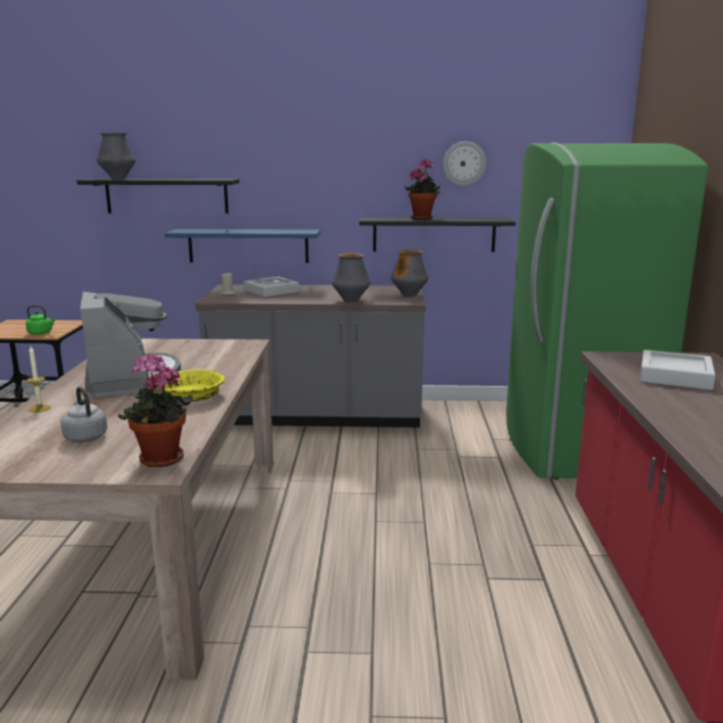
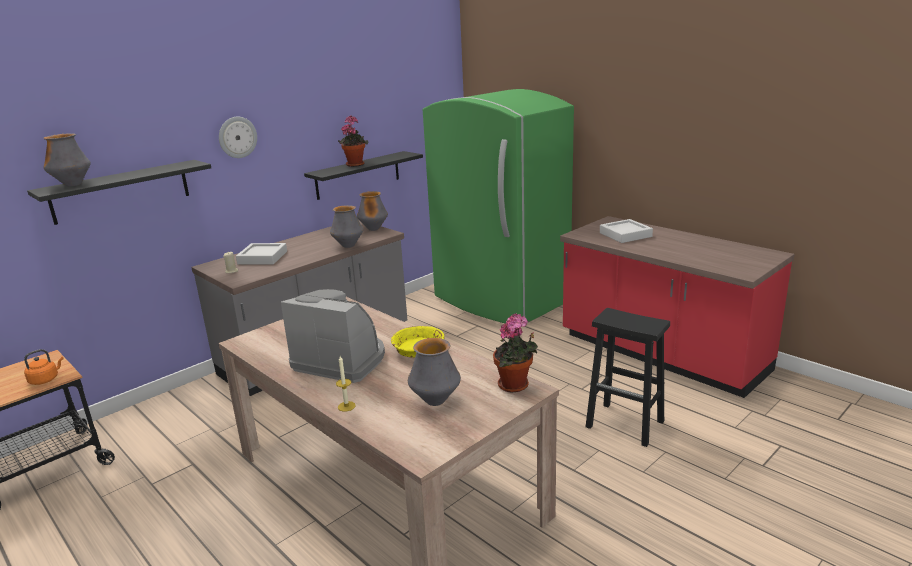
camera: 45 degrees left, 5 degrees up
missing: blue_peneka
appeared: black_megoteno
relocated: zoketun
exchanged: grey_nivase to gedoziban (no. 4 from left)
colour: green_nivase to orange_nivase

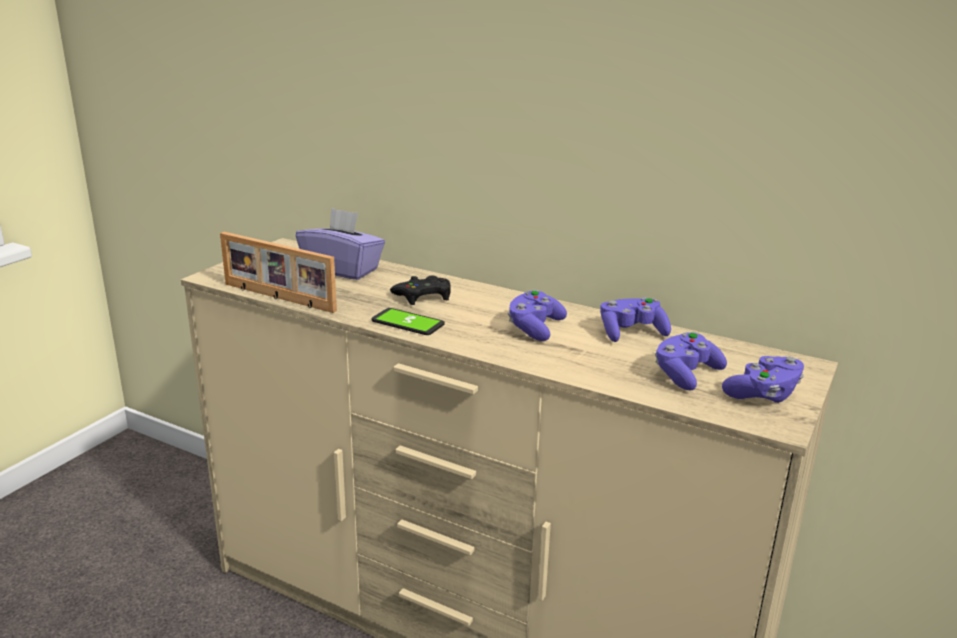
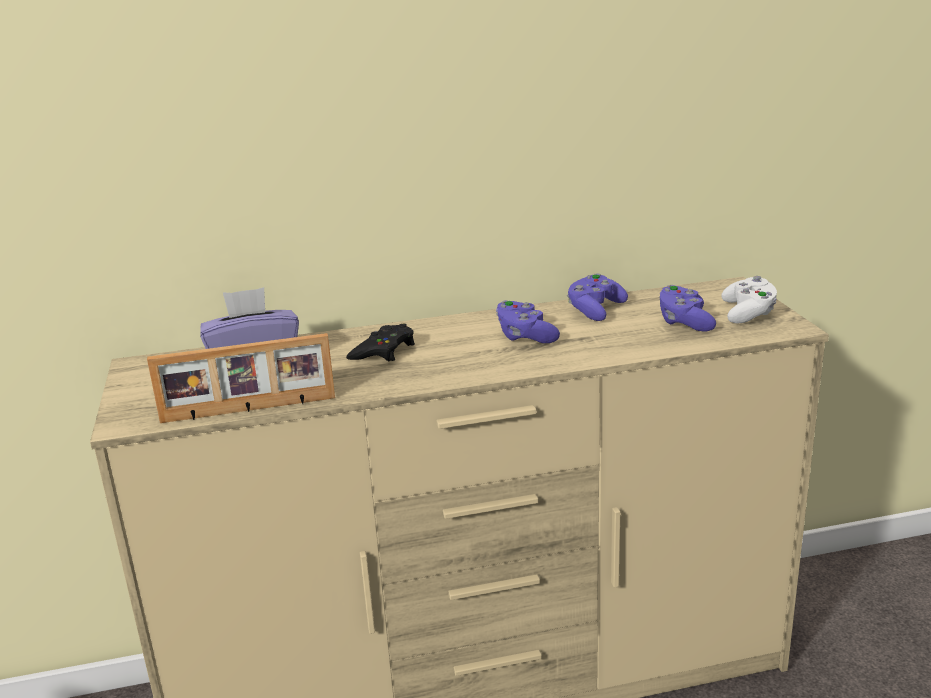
camera: 40 degrees left, 0 degrees up
missing: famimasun
colour: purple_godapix (no. 4 from left) to white_godapix

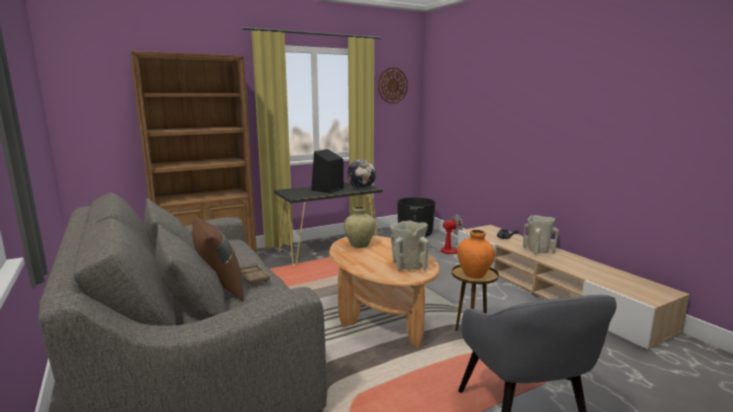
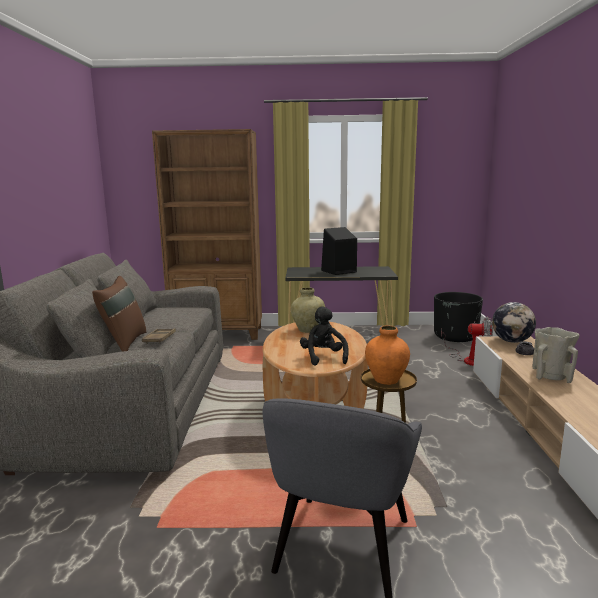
camera: 30 degrees right, 0 degrees up
missing: zoketun
relocated: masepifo
exchanged: beige_gedoziban (no. 2 from left) to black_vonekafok

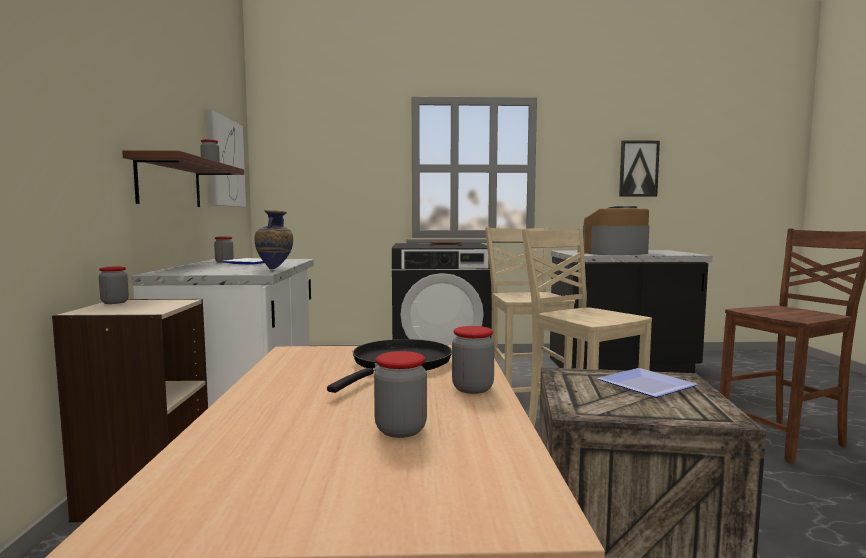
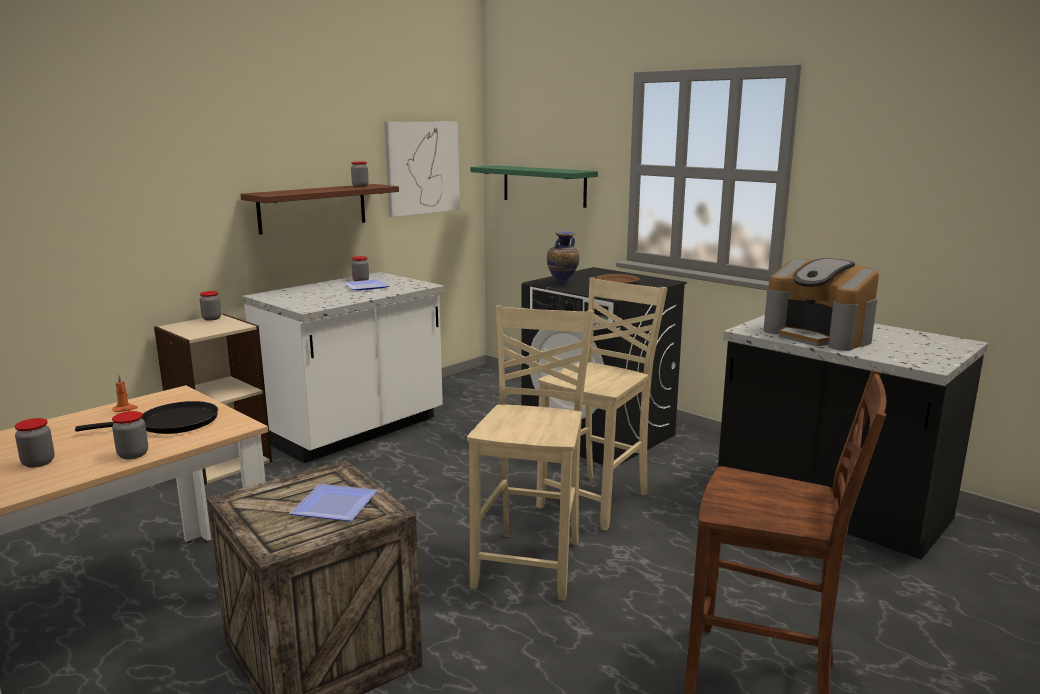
camera: 45 degrees right, 10 degrees up
missing: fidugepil (no. 2 from left)
appeared: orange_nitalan; green_peneka
relocated: gedoziban
spun: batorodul 150 degrees counterclockwise

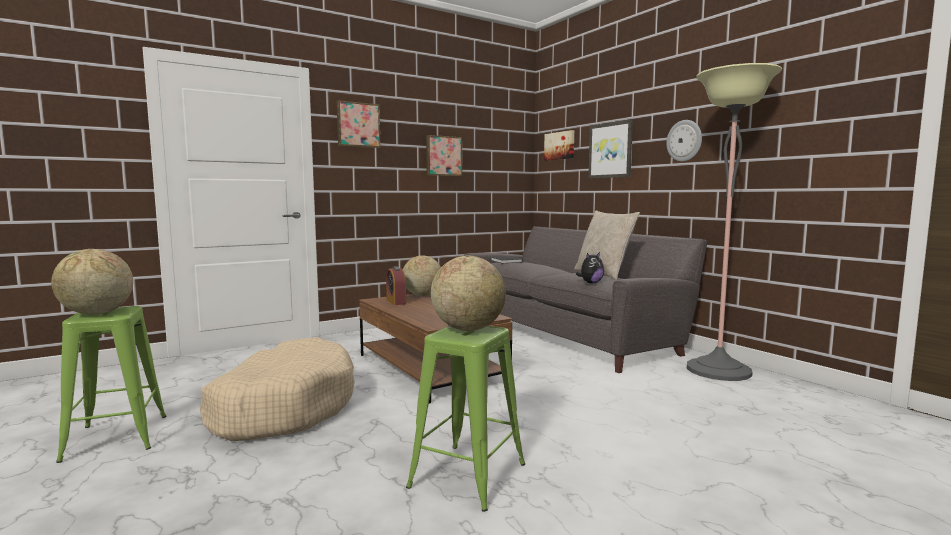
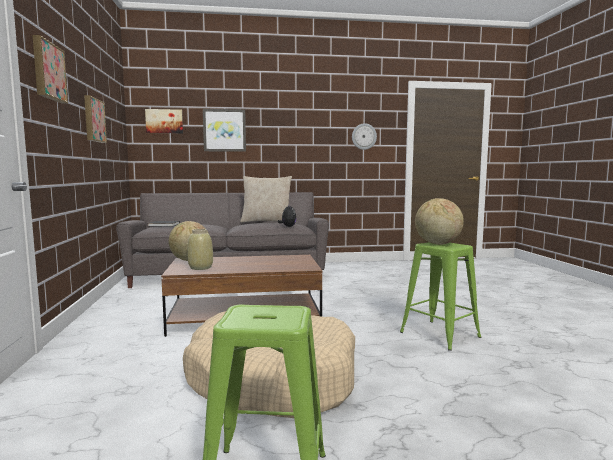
camera: 65 degrees left, 0 degrees up
missing: masepifo (no. 1 from left); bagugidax
relocated: zoketun
exchanged: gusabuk to beige_gedoziban

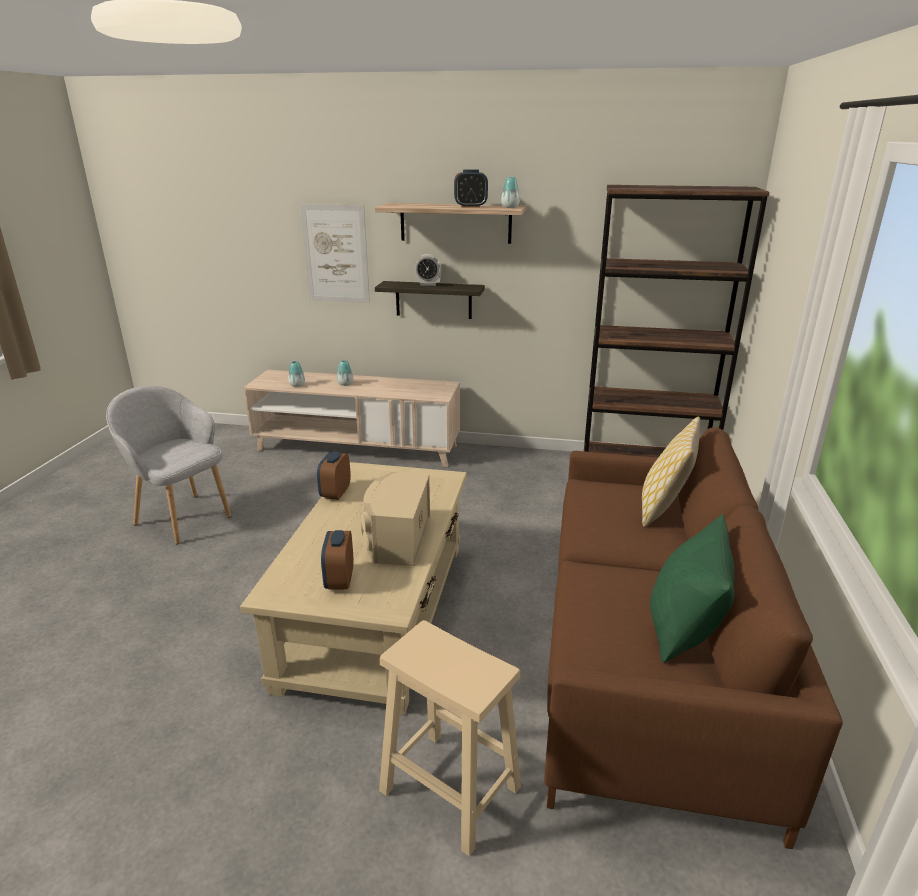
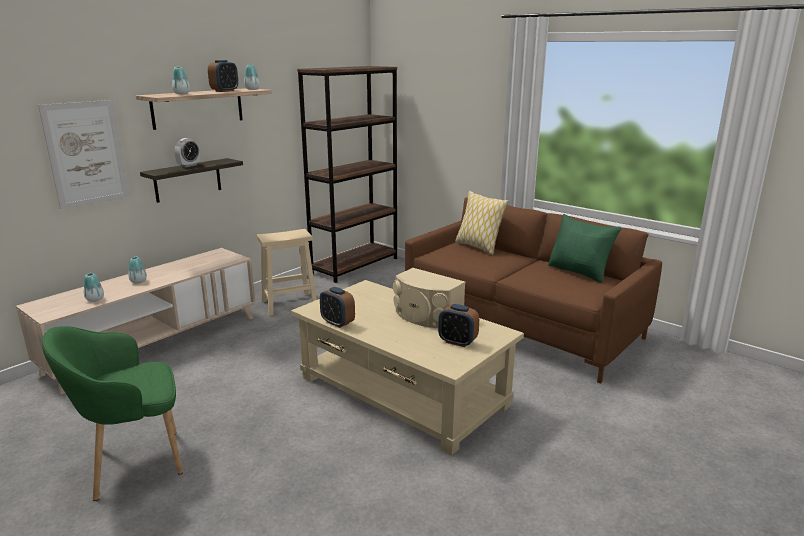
camera: 60 degrees left, 5 degrees down
appeared: gedoziban (no. 3 from left)
relocated: beige_megoteno
colour: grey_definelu to green_definelu

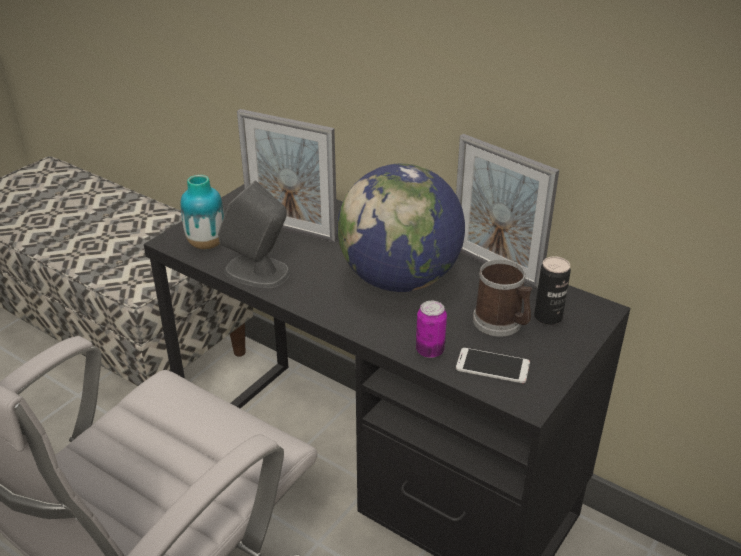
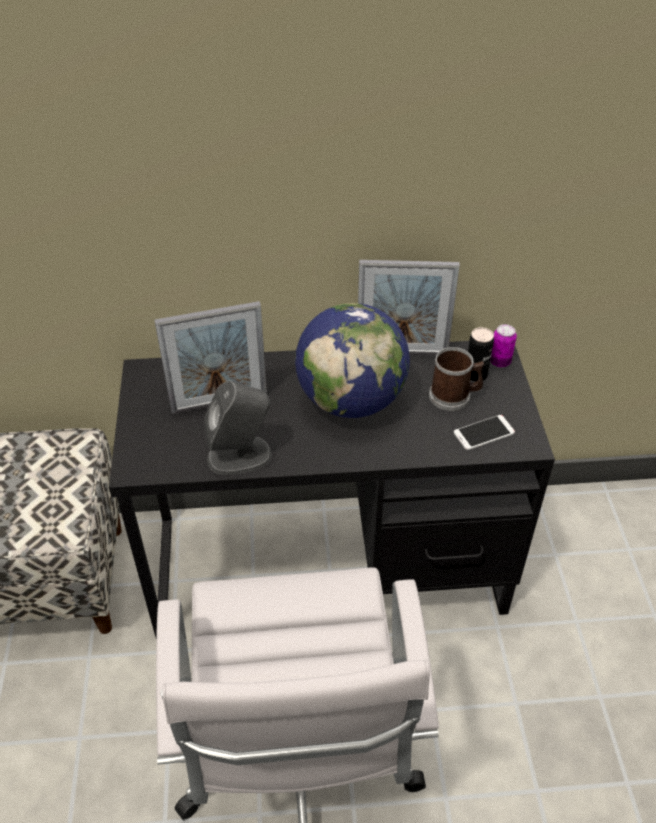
camera: 40 degrees left, 10 degrees up
missing: gedoziban
relocated: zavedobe (no. 1 from left in the first image) to zavedobe (no. 2 from left)

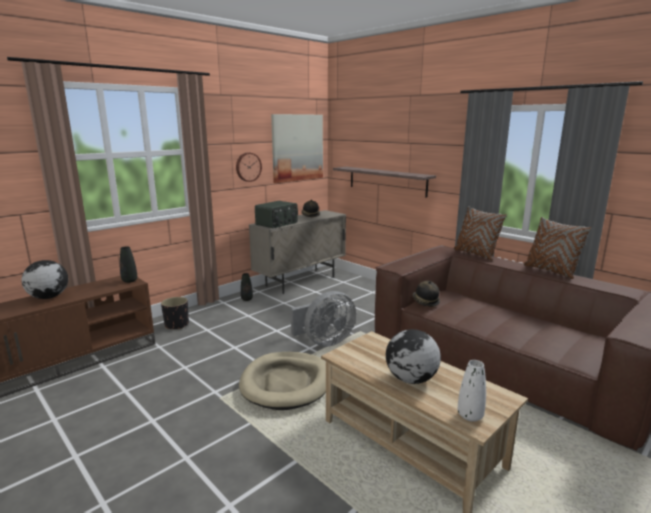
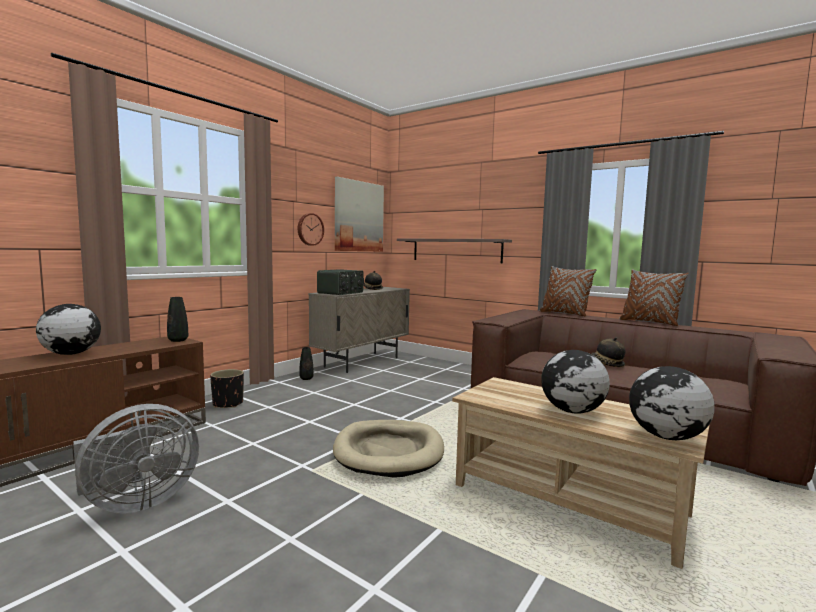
camera: 10 degrees left, 10 degrees down
relocated: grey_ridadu; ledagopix (no. 2 from left)
exchanged: white_gedoziban to masepifo (no. 3 from left)

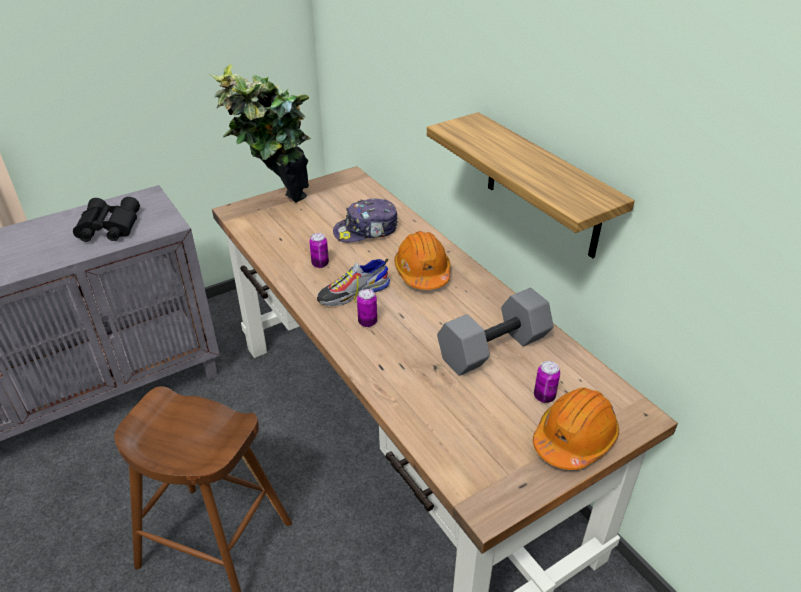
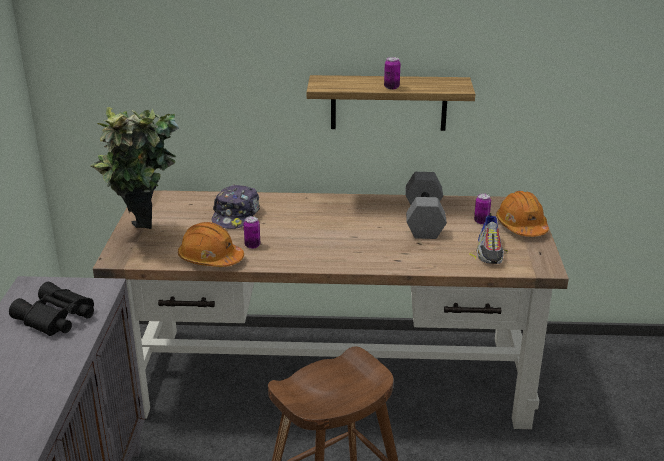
camera: 55 degrees left, 10 degrees down
relocated: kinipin; zavedobe (no. 2 from left); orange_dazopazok (no. 1 from left)

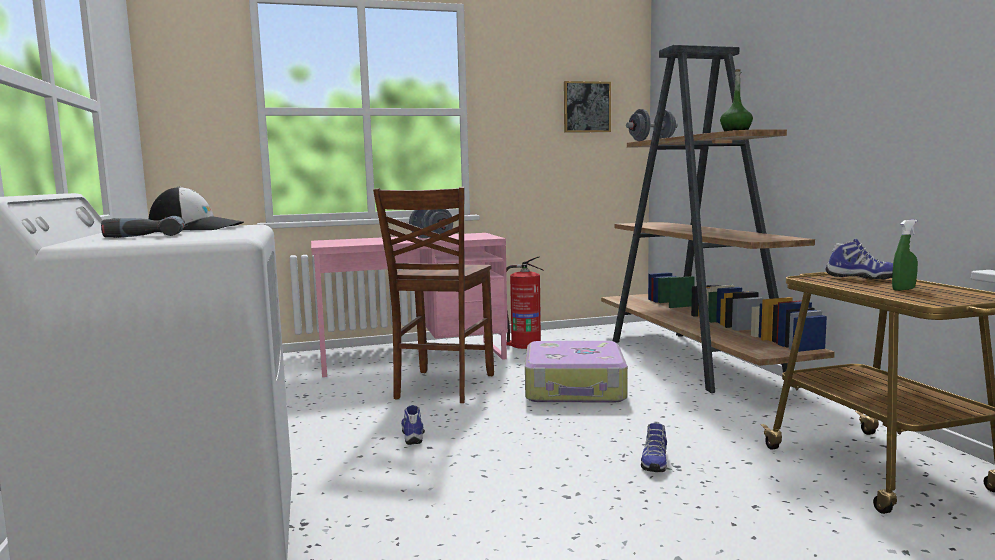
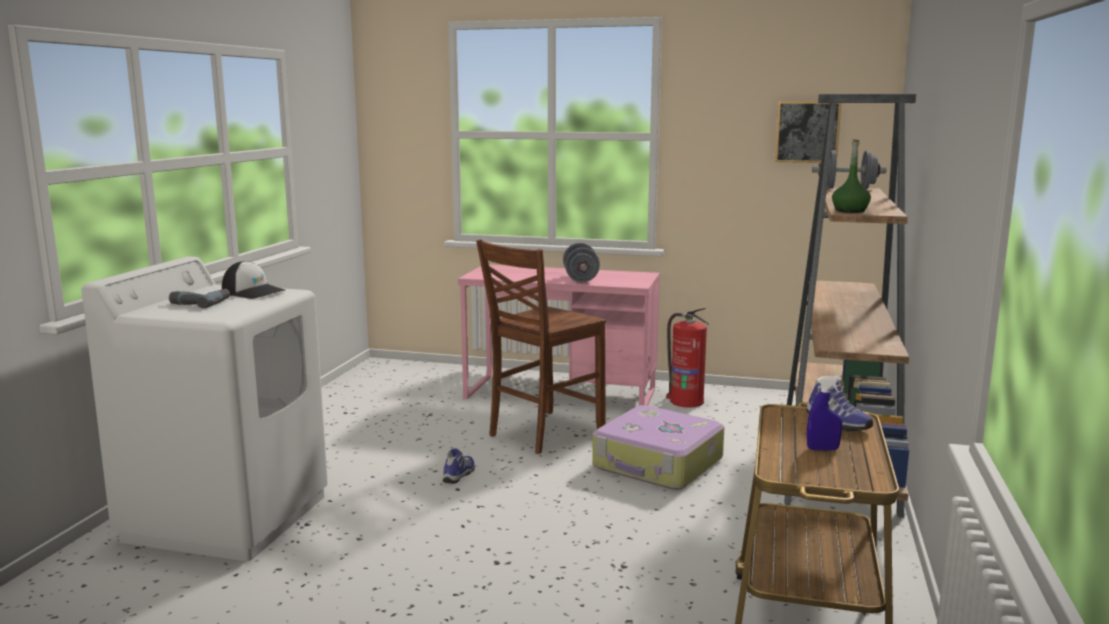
camera: 30 degrees right, 5 degrees up
missing: kinipin (no. 2 from left)
colour: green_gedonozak to blue_gedonozak

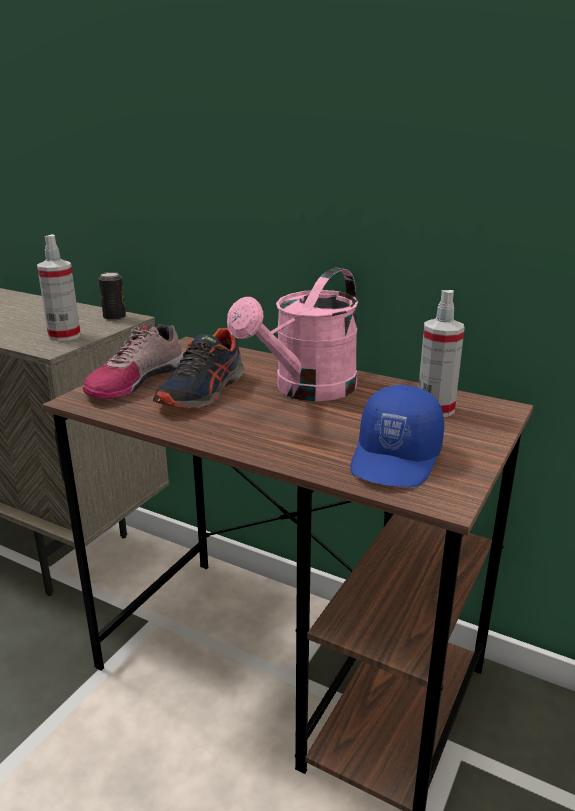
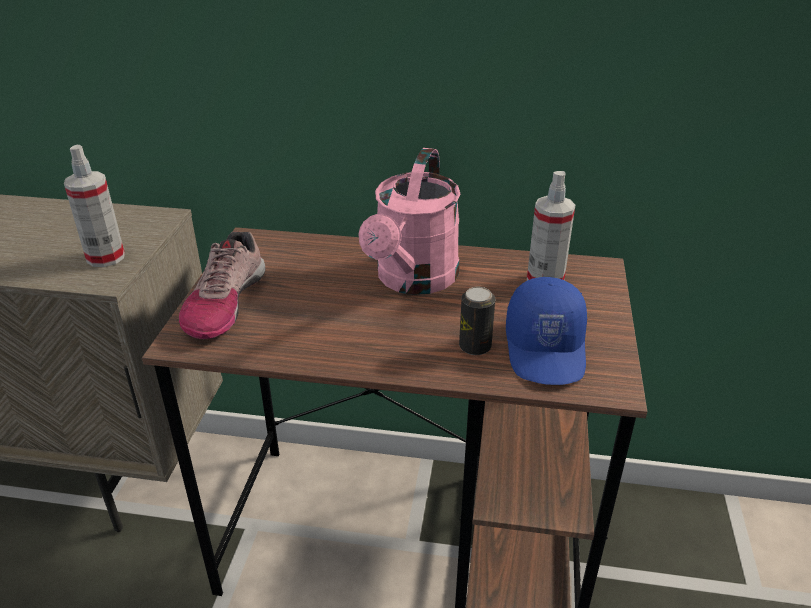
camera: 20 degrees left, 10 degrees up
missing: kinipin (no. 2 from left)
relocated: zavedobe

